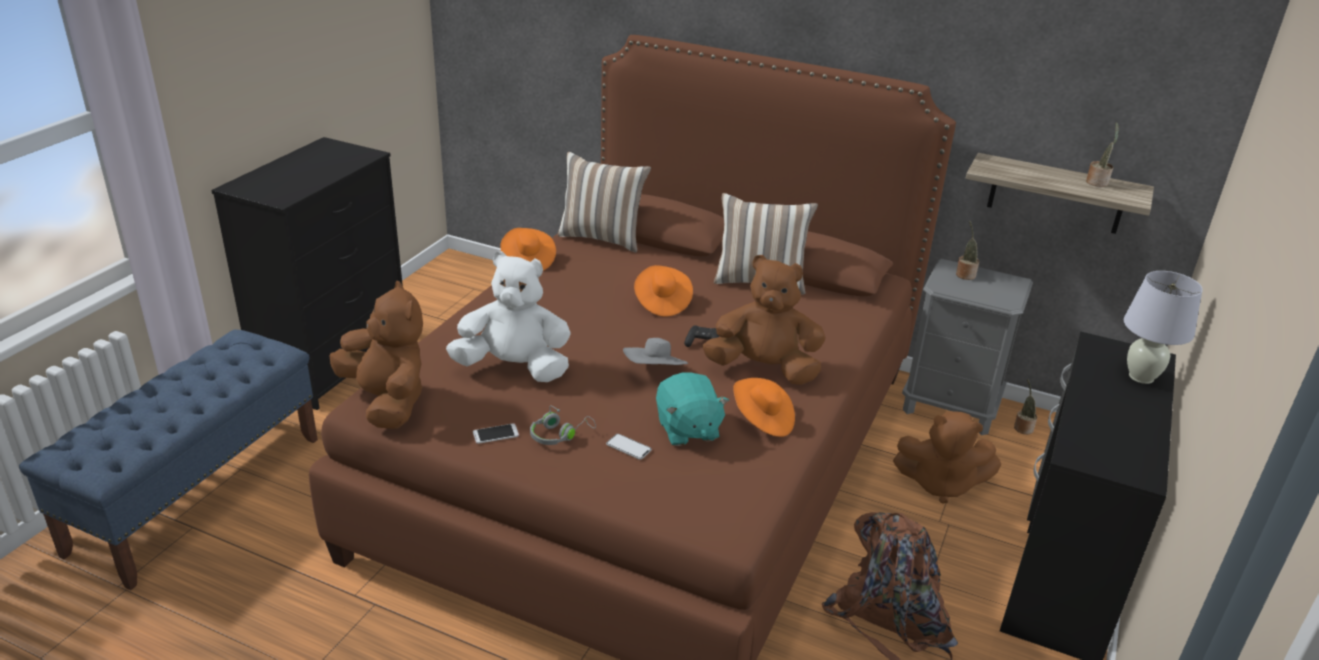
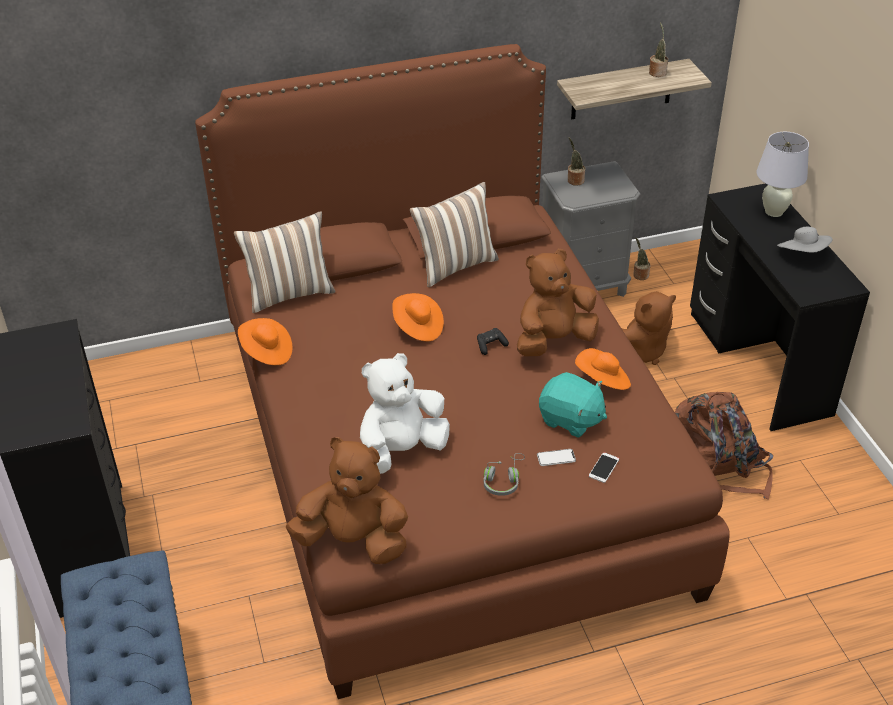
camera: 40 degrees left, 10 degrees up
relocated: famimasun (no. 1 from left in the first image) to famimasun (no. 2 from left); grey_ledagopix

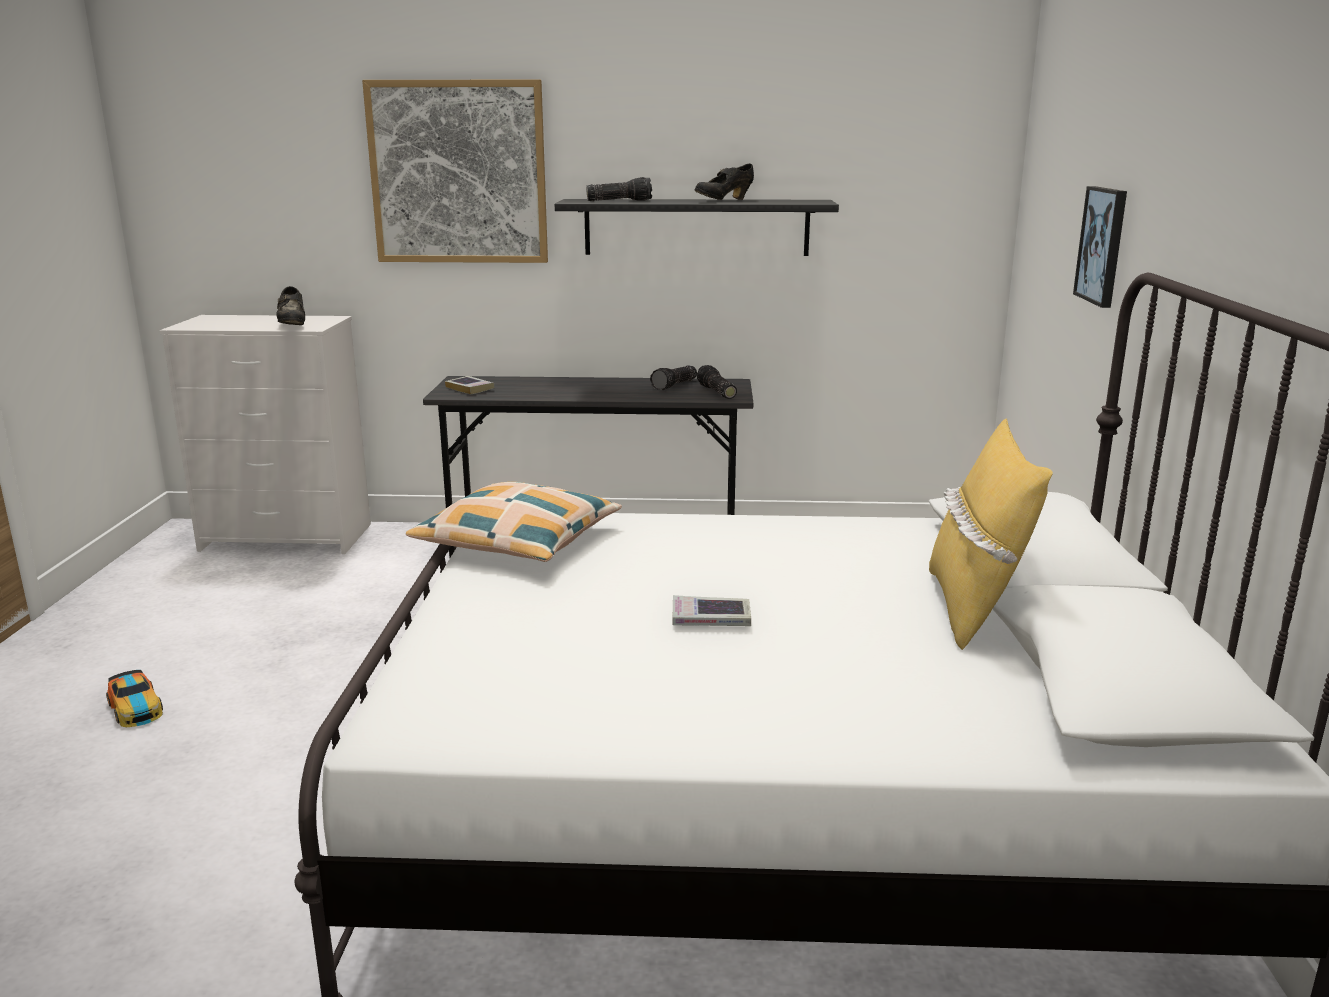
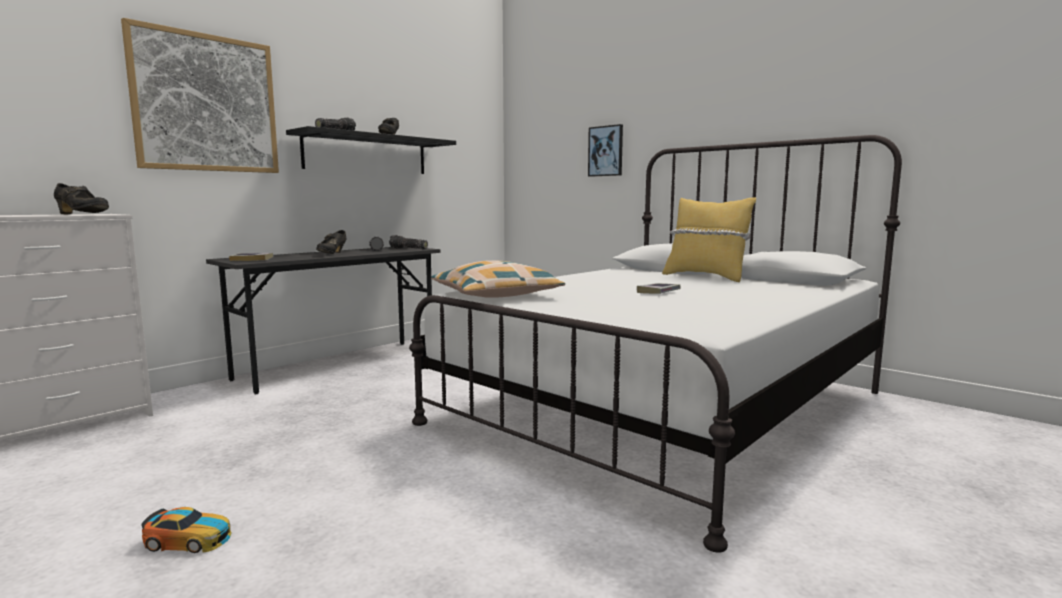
camera: 50 degrees left, 10 degrees down
appeared: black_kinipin (no. 2 from left)

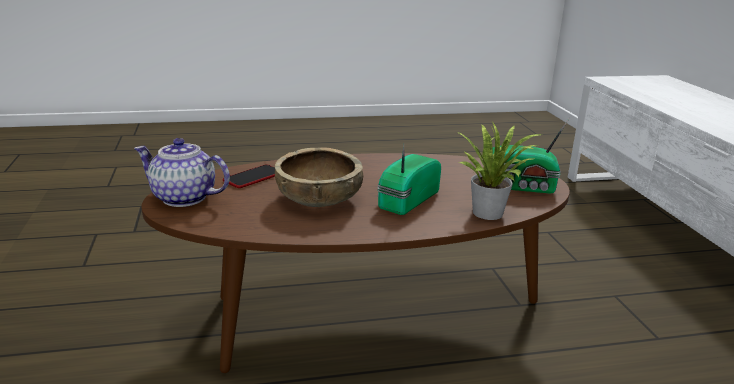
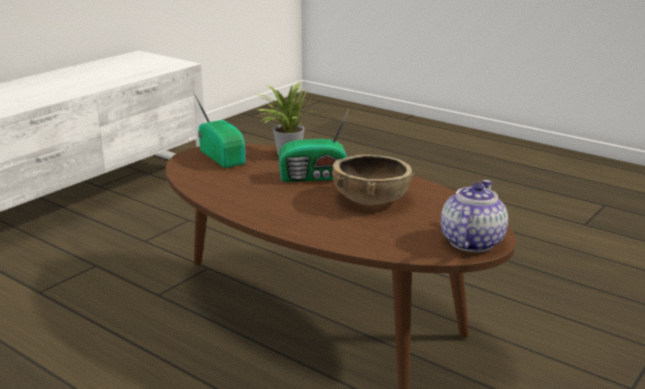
camera: 130 degrees left, 0 degrees up
missing: famimasun
spun: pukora 135 degrees counterclockwise

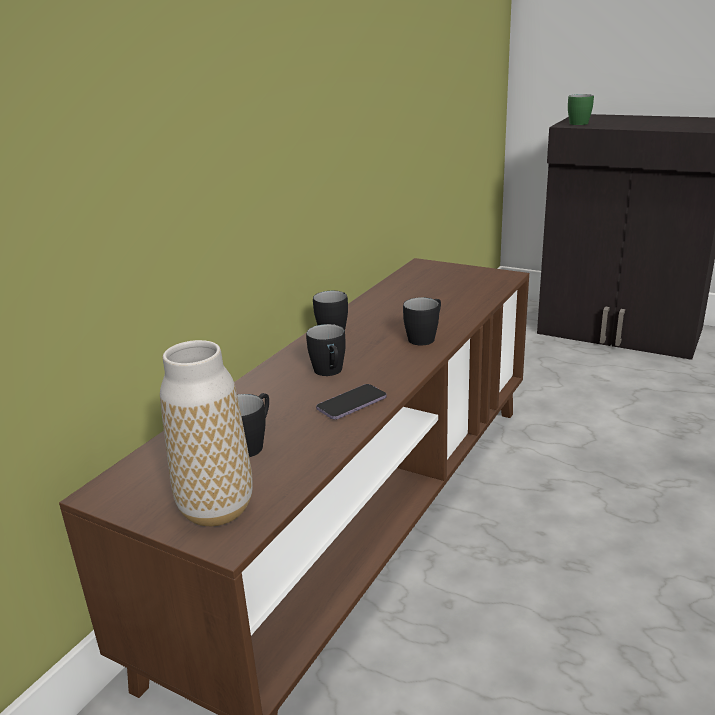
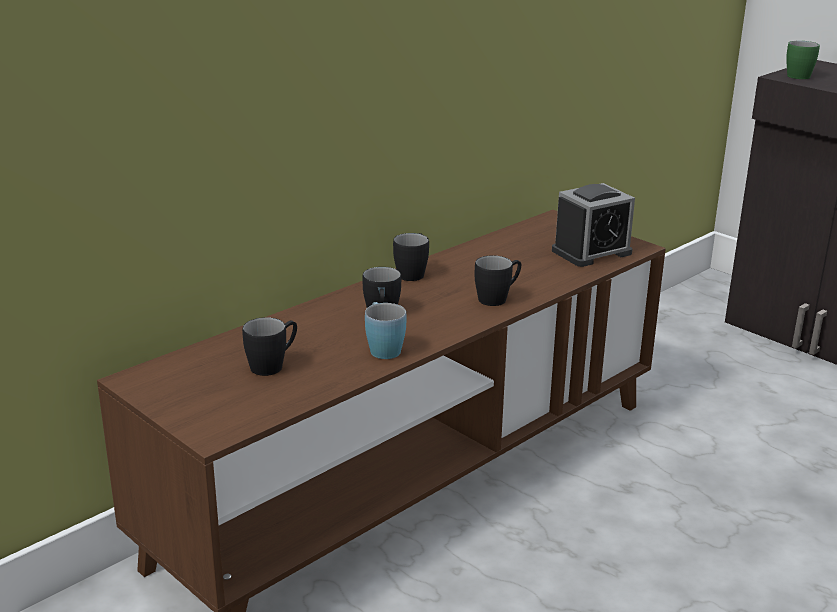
camera: 15 degrees right, 0 degrees up
missing: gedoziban
appeared: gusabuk
exchanged: famimasun to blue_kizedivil

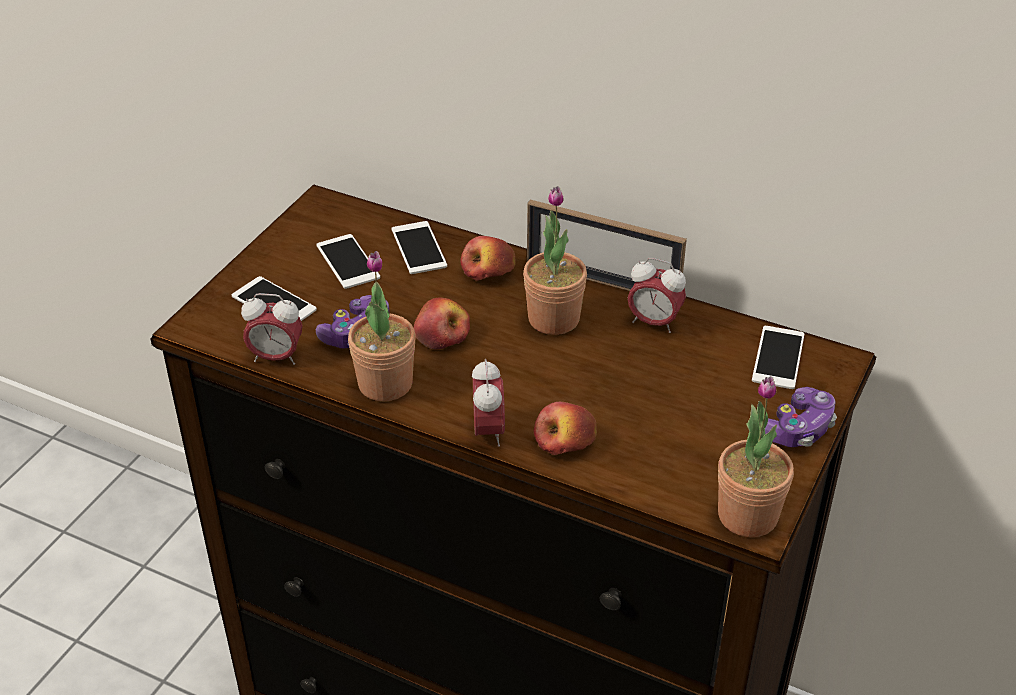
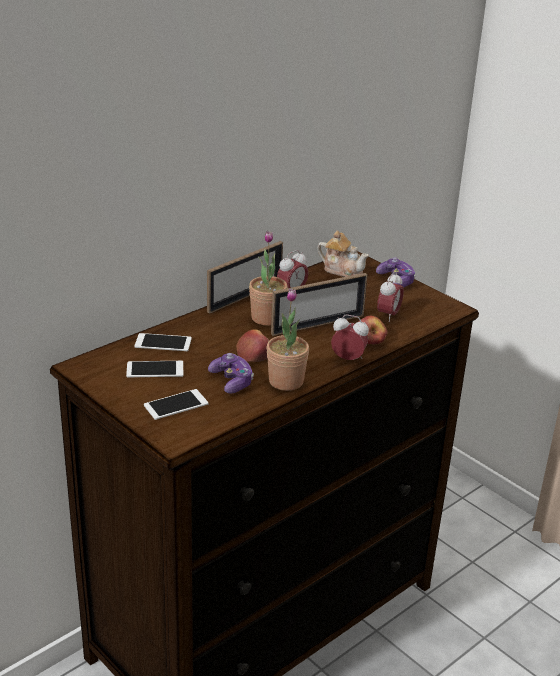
camera: 70 degrees left, 10 degrees down
missing: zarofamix (no. 2 from left); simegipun (no. 3 from left)
appeared: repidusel (no. 2 from left)
relocated: gusabuk (no. 1 from left in the first image) to gusabuk (no. 3 from left)
exchanged: famimasun (no. 4 from left) to pukora

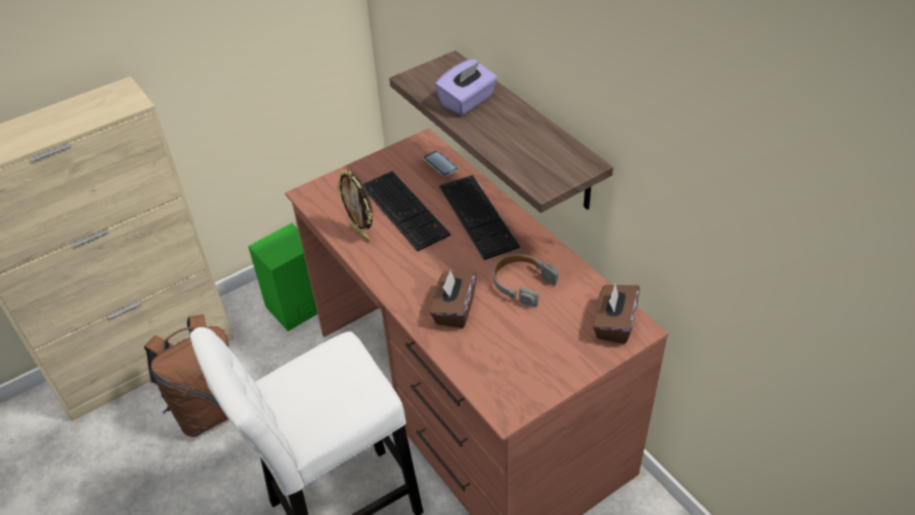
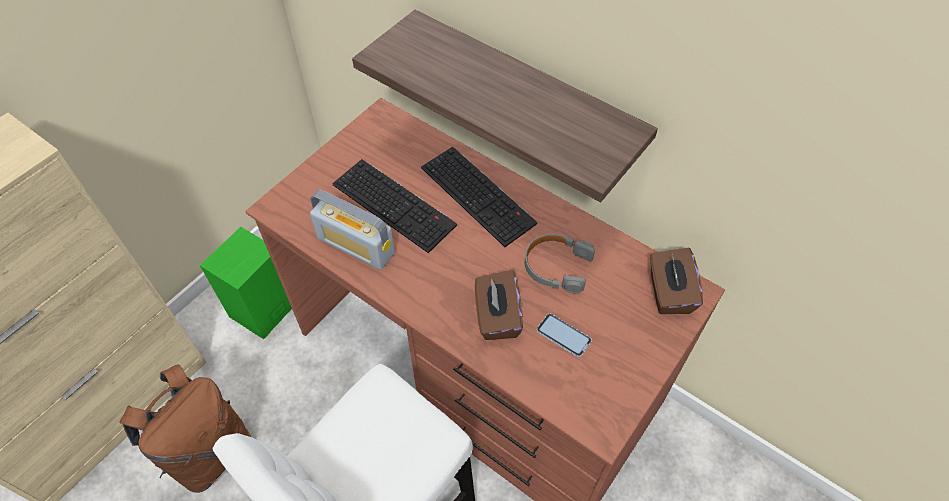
camera: 20 degrees left, 10 degrees up
missing: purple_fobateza
relocated: famimasun
exchanged: repidusel to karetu

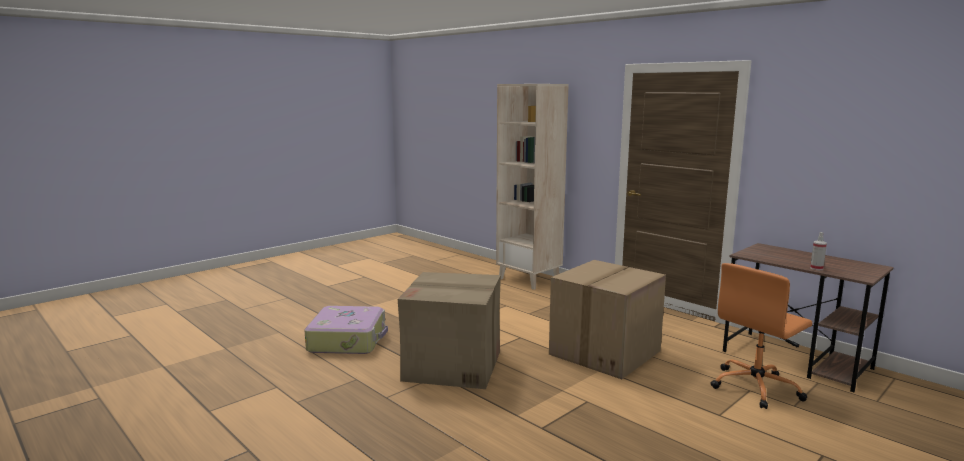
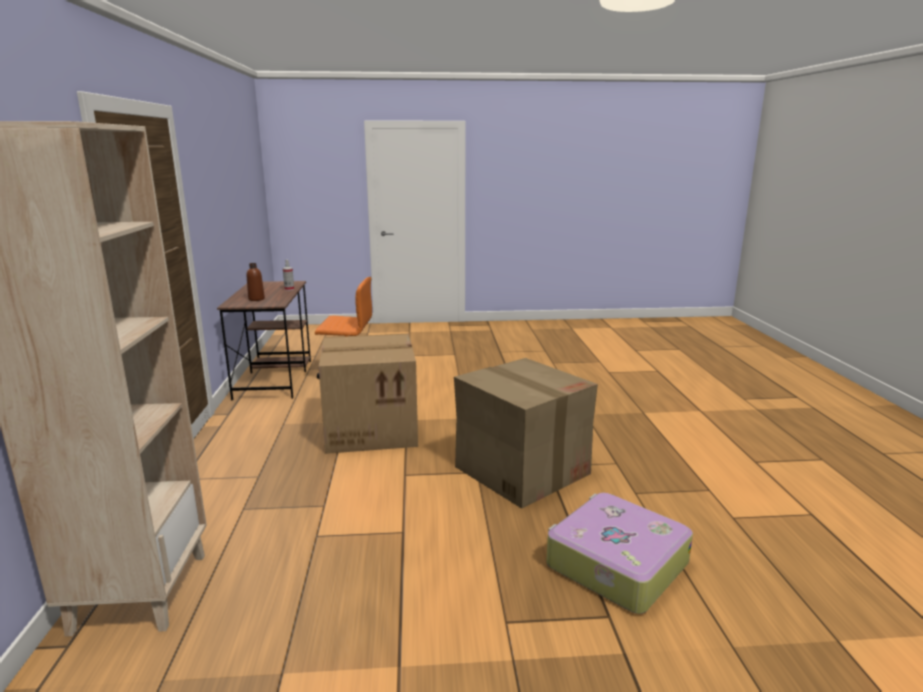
camera: 140 degrees left, 5 degrees up
appeared: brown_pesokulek

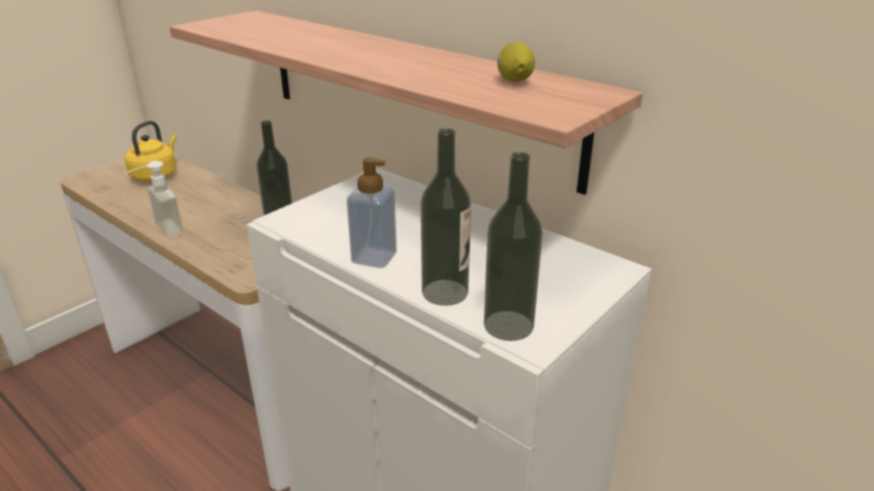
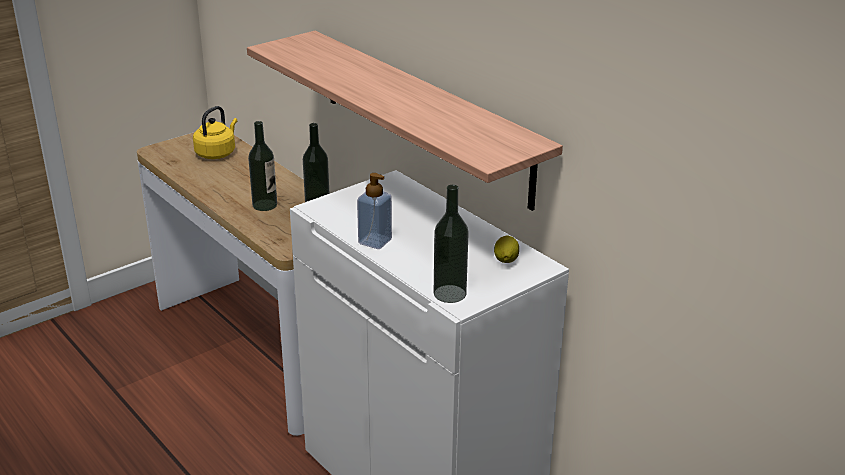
camera: 10 degrees right, 0 degrees up
missing: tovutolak (no. 1 from left)
relocated: pesokulek (no. 2 from left in the first image) to pesokulek (no. 1 from left); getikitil

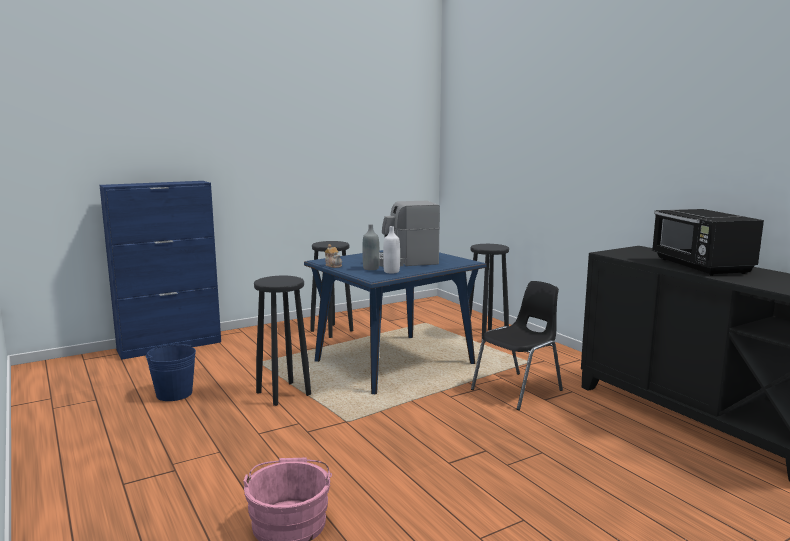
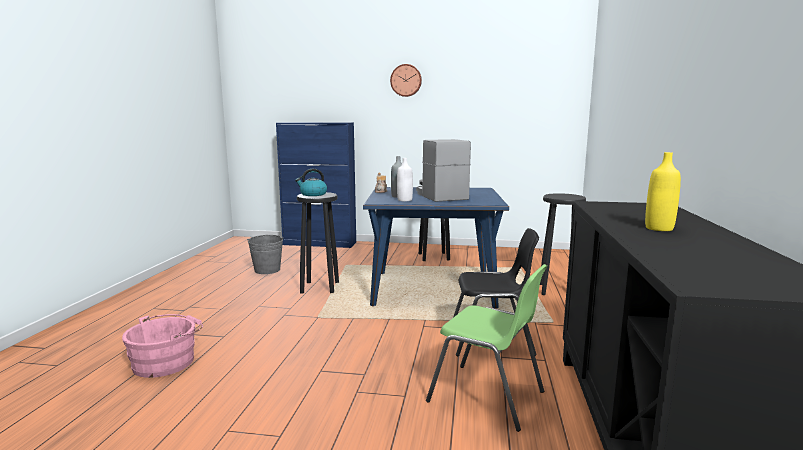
camera: 40 degrees right, 0 degrees up
appeared: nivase; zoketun; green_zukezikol
exchanged: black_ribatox to yellow_pesokulek
colour: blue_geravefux to grey_geravefux
spun: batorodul 45 degrees clockwise

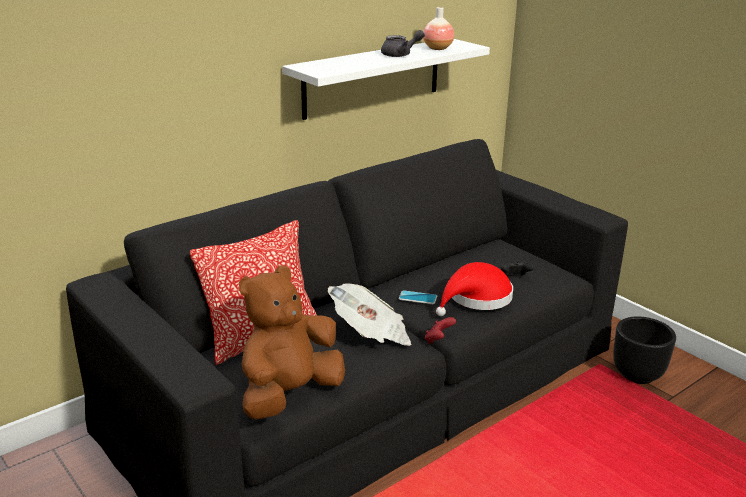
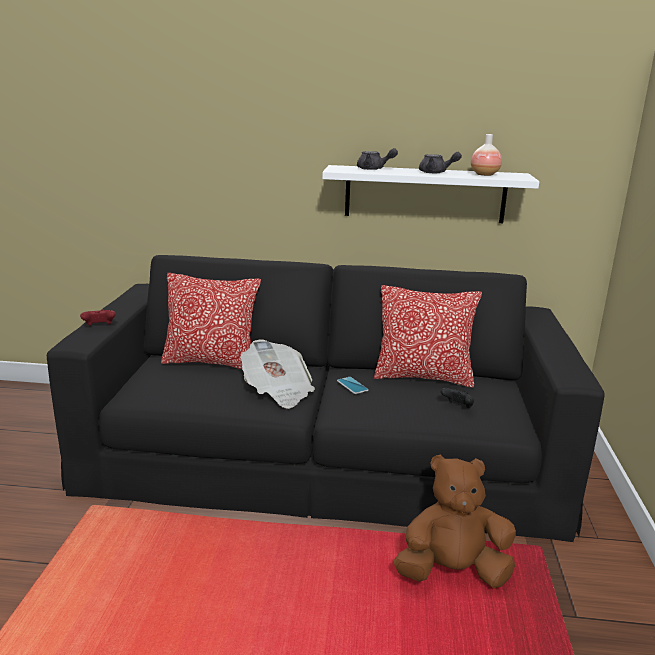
camera: 45 degrees right, 5 degrees down
missing: red_ledagopix; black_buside
appeared: grey_pukora (no. 1 from left); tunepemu (no. 2 from left)
relocated: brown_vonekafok; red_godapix

